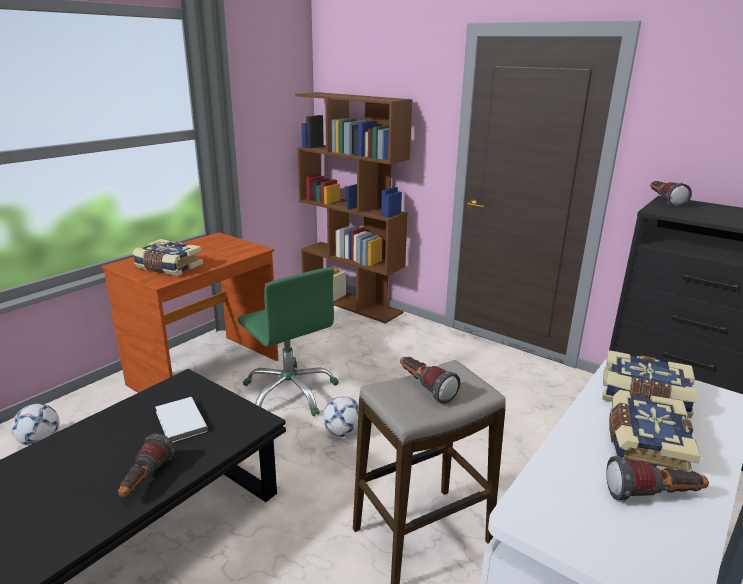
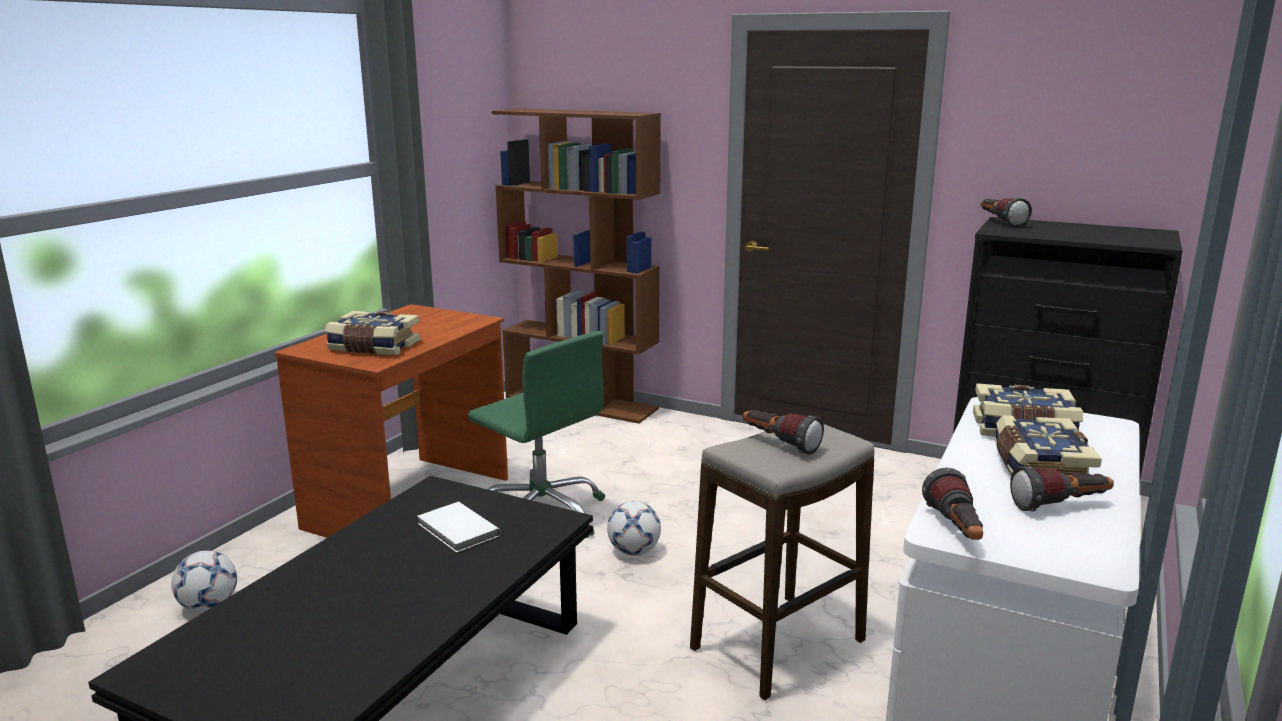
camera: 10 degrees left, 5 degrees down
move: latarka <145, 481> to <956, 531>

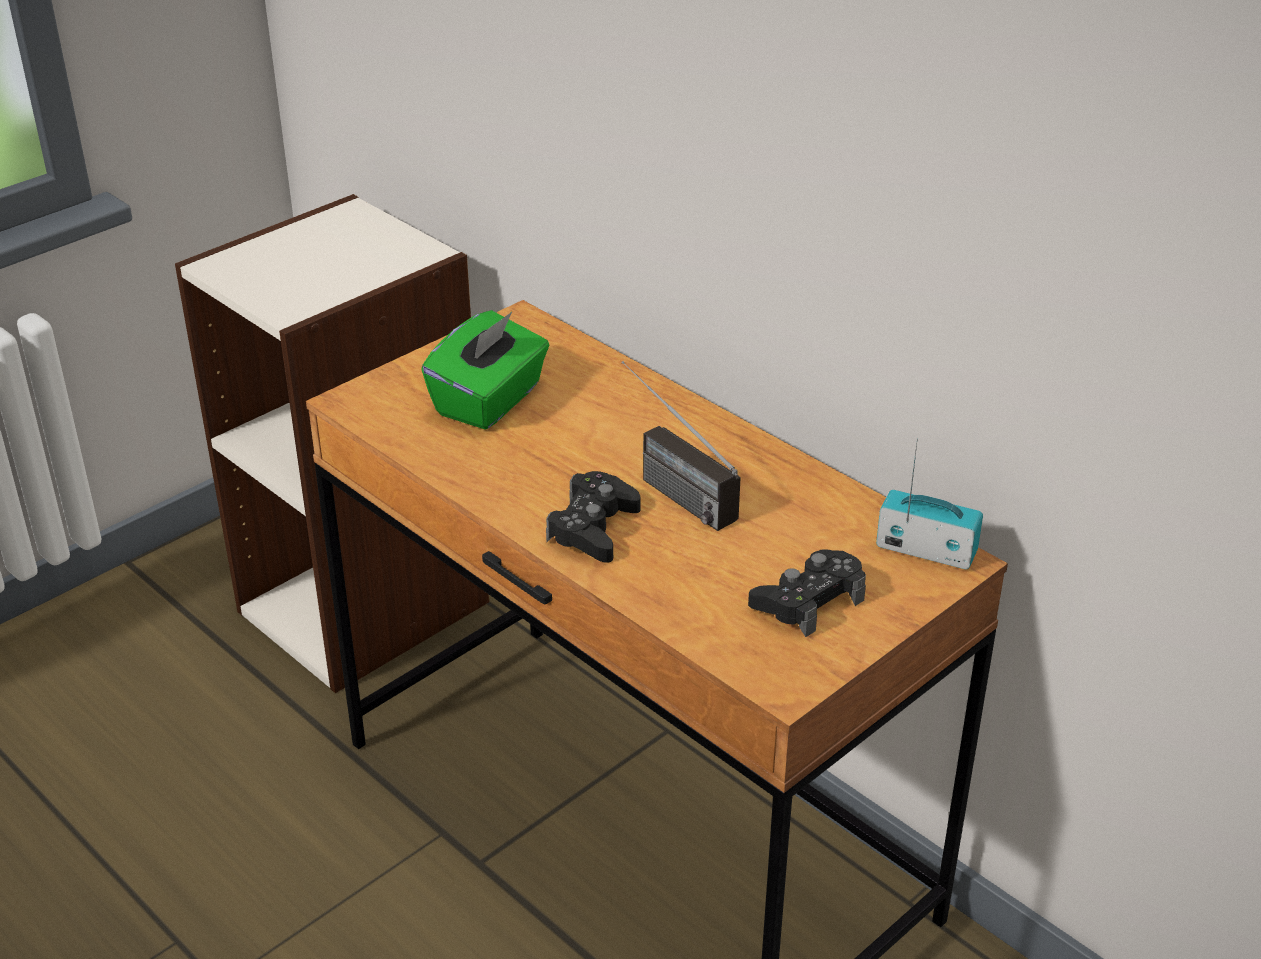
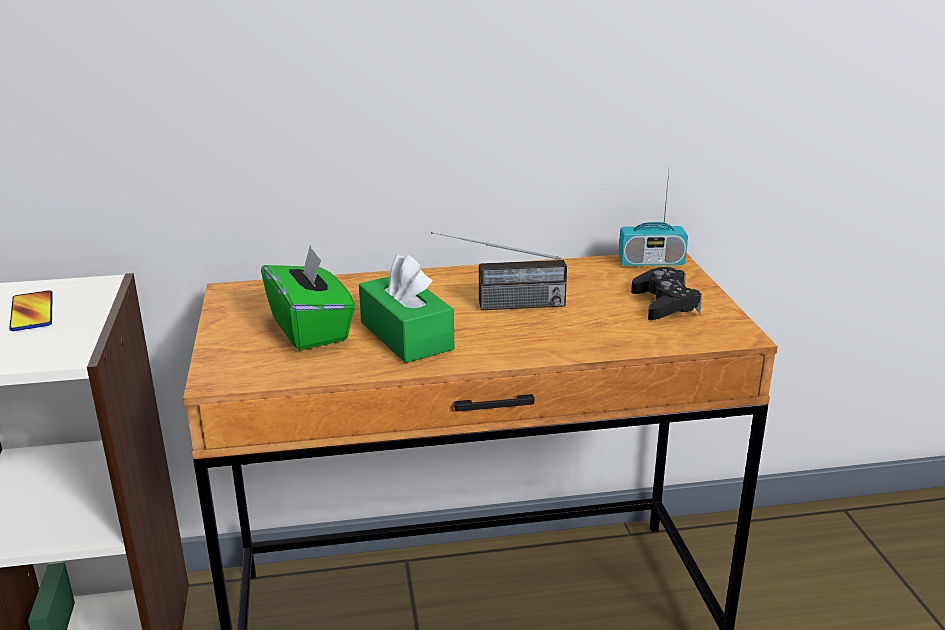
camera: 55 degrees left, 10 degrees down
delete: pad do gier [czarny] <593, 528>
insert: telefon <32, 312>; pudełko chusteczek [zielony] <406, 336>
rotate: radio <926, 550> = <651, 262> 150 degrees counterclockwise

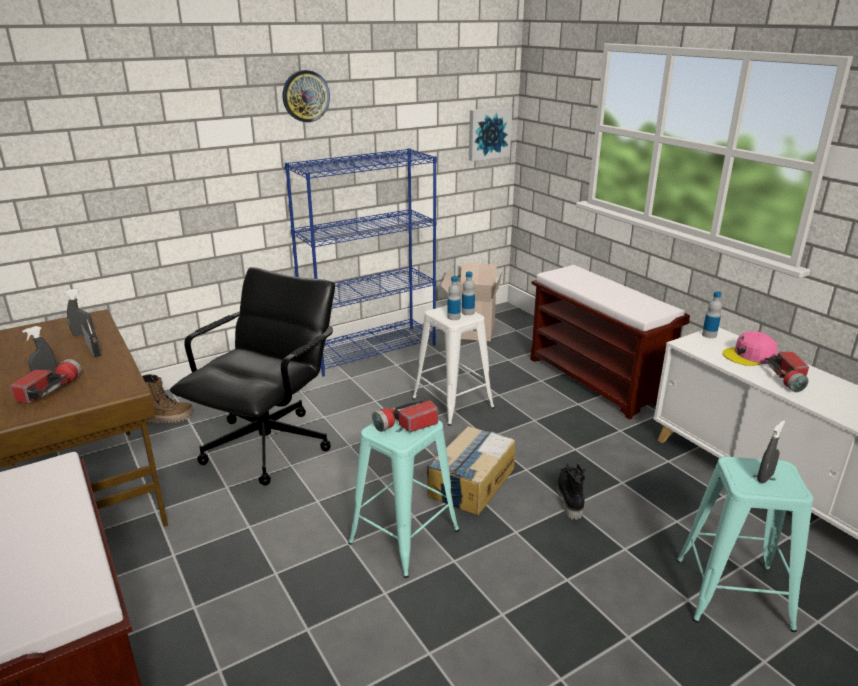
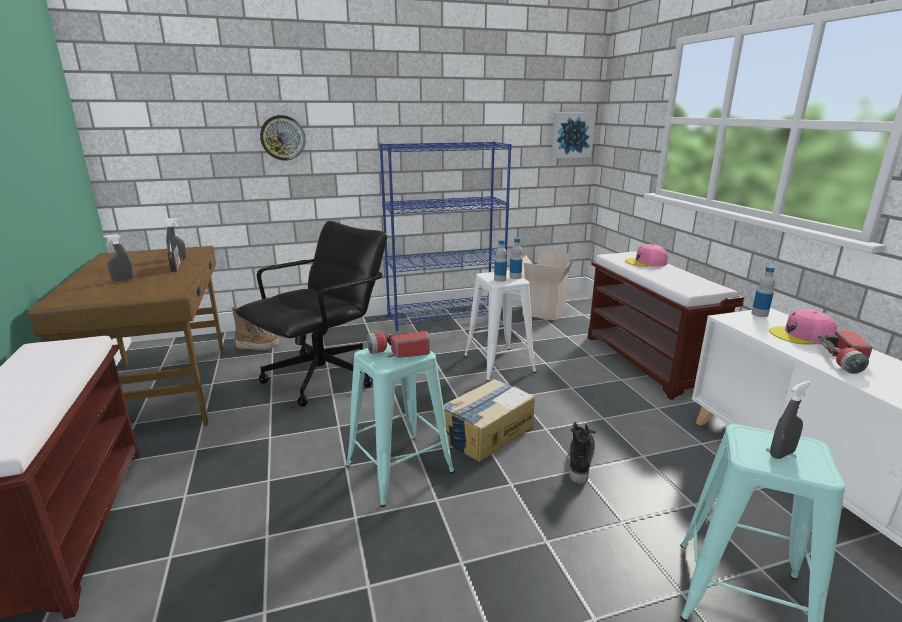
camera: 15 degrees right, 5 degrees down
delete: latarka <50, 390>
insert: czapka z daszkiem [różowy] <646, 262>
move: zegar ścienny <305, 96> to <283, 138>

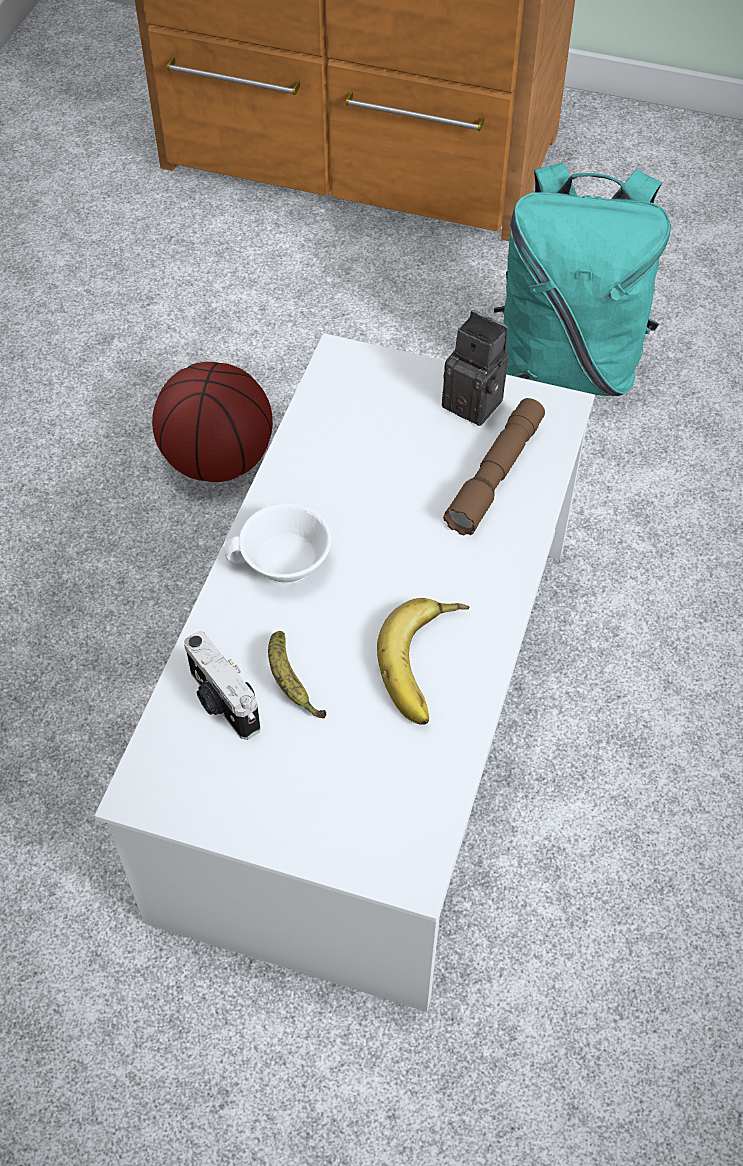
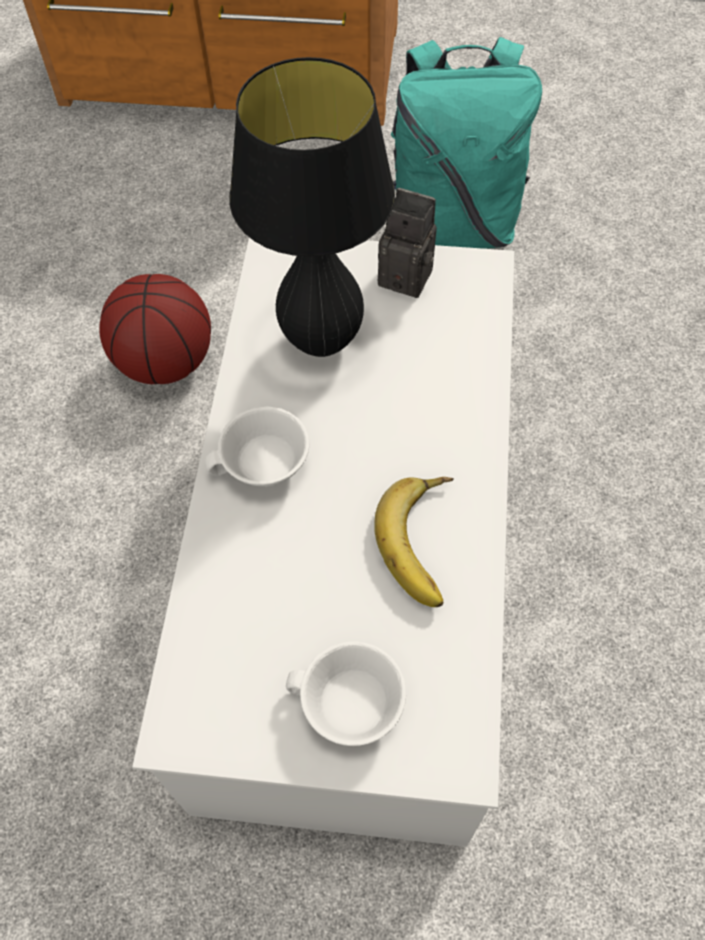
camera: 10 degrees left, 5 degrees up
delete: aparat fotograficzny <222, 702>; banan <291, 682>; latarka [brązowy] <495, 475>
insert: lampa stołowa [czarny] <321, 341>; filiżanka [biały] <349, 708>

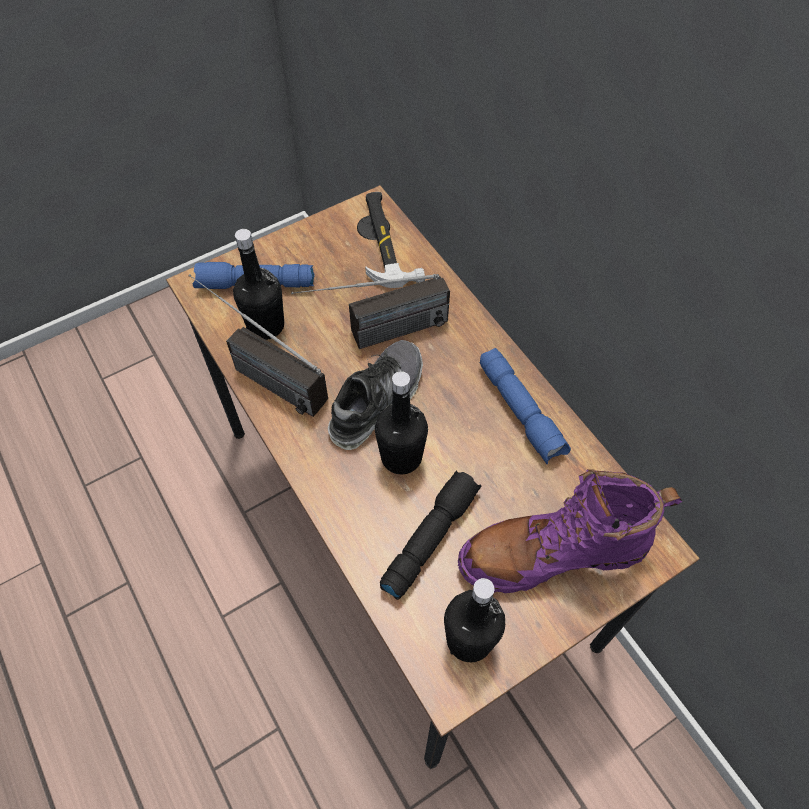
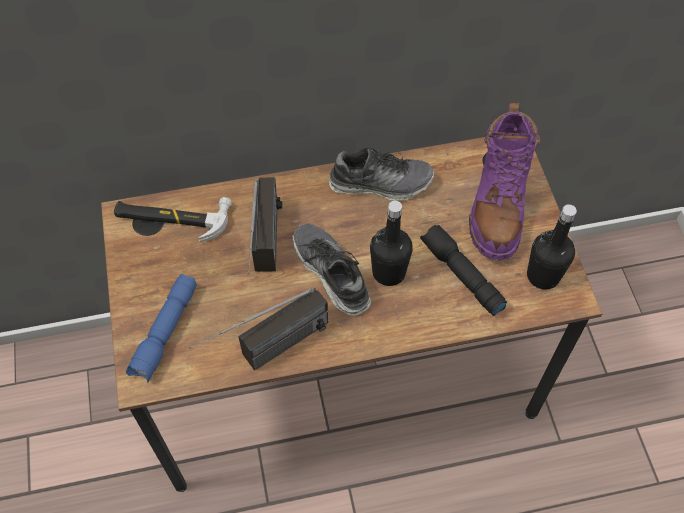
camera: 70 degrees left, 0 degrees up
delete: butelka [czarny] <266, 326>
replace: latarka [niebieski] <521, 411> to but <380, 183>

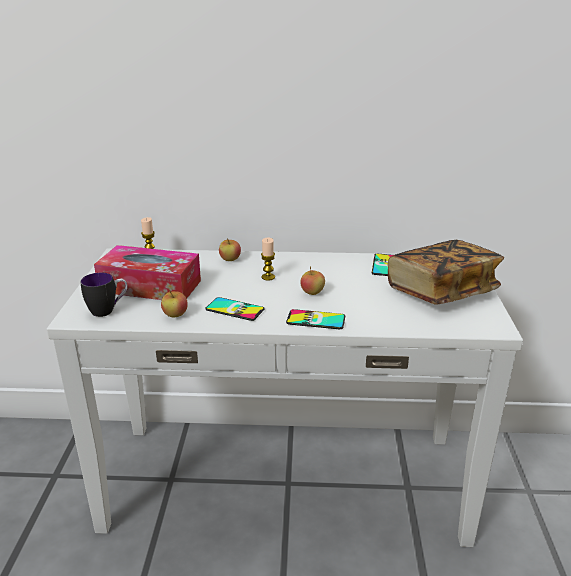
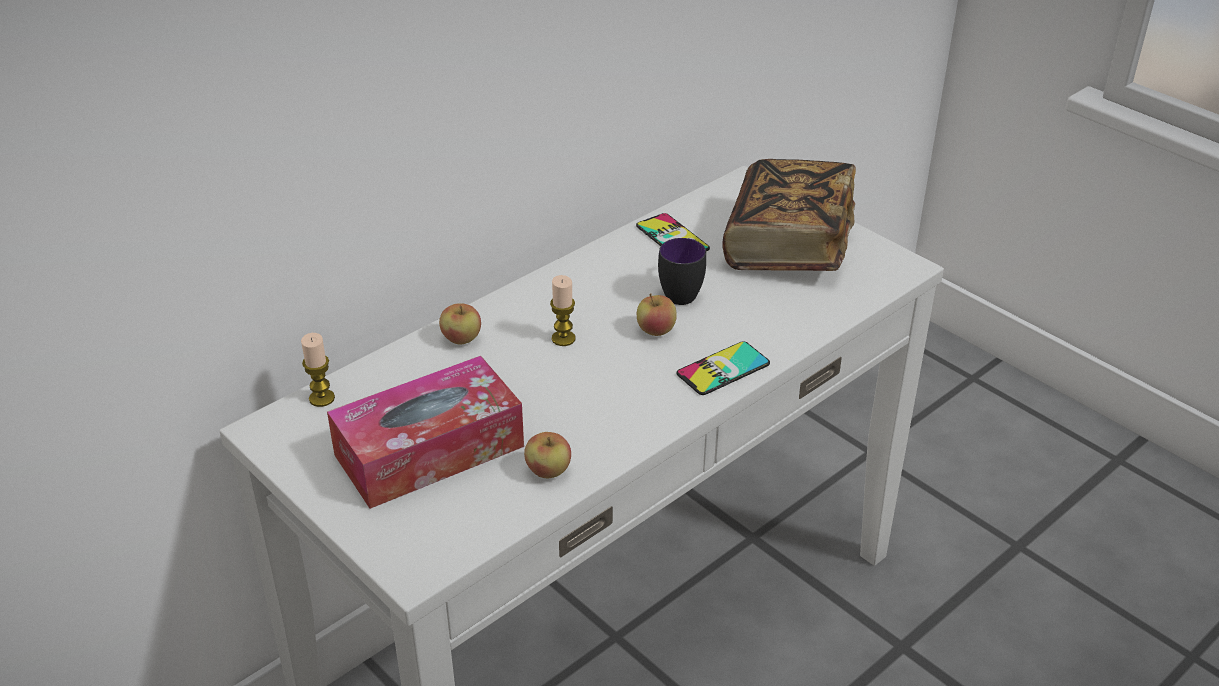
camera: 45 degrees left, 10 degrees up
delete: telefon <235, 309>
move: kubek <108, 310> to <683, 291>

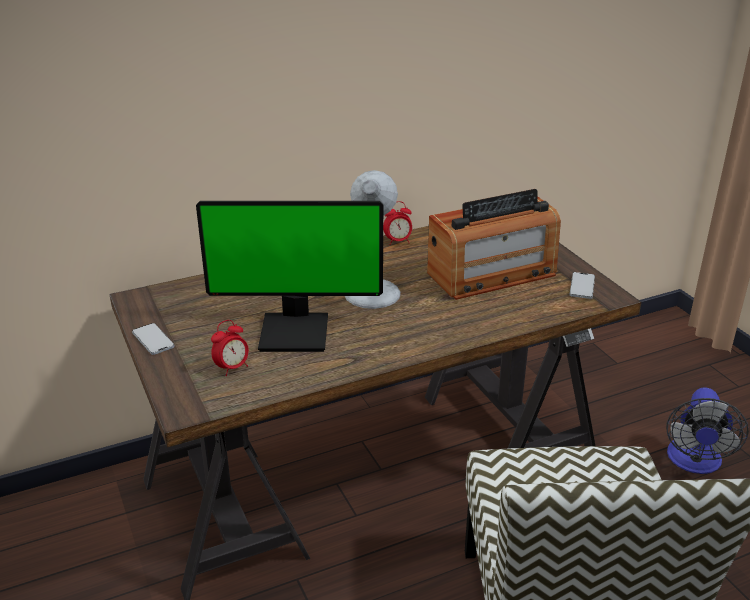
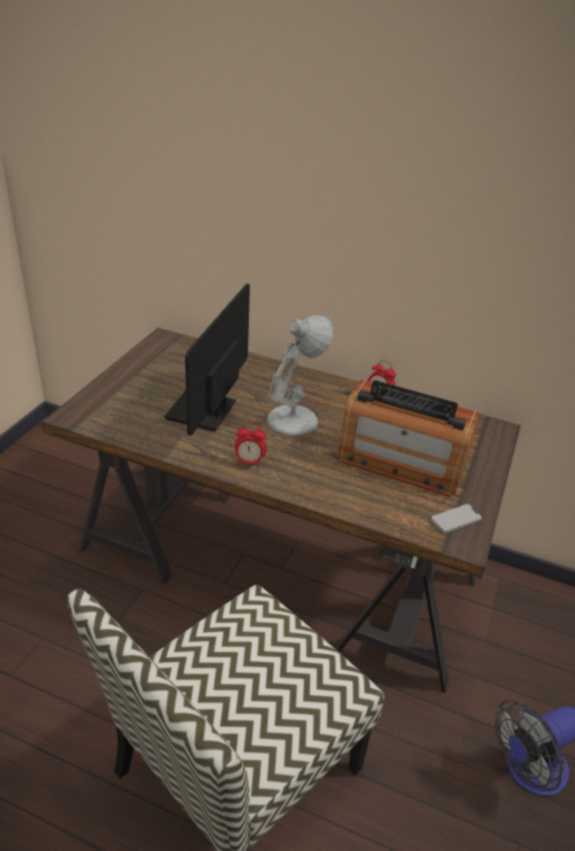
camera: 45 degrees right, 5 degrees up
delete: telefon <153, 340>
move: budzik <232, 368> to <249, 462>
rotate: monitor <295, 331> = <204, 412> 60 degrees clockwise

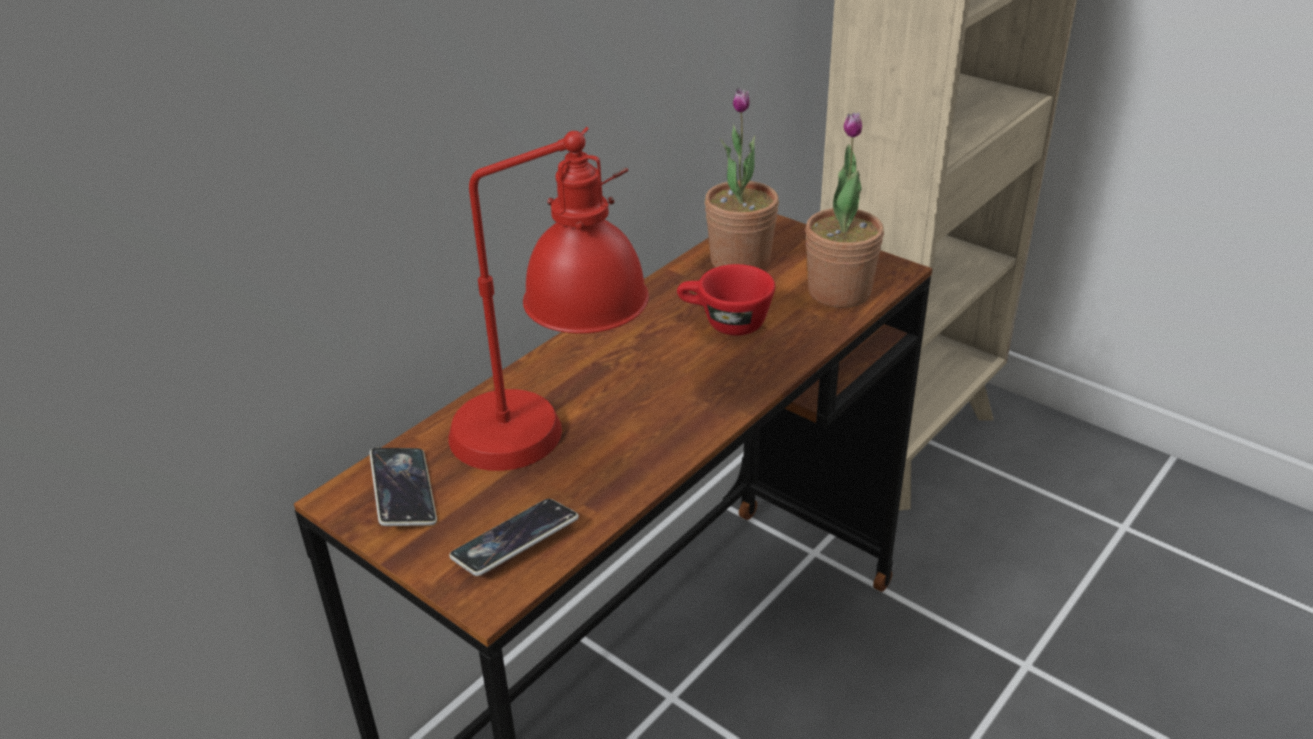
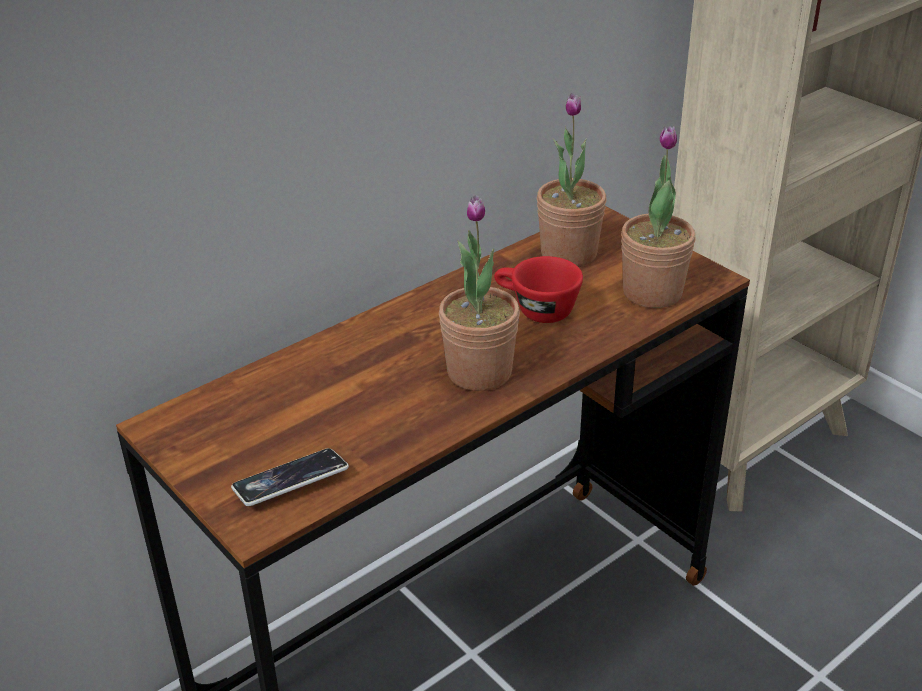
camera: 10 degrees right, 0 degrees up
delete: telefon <403, 492>; lampa stołowa [czerwony] <552, 442>
insert: roślina doniczkowa <479, 372>

